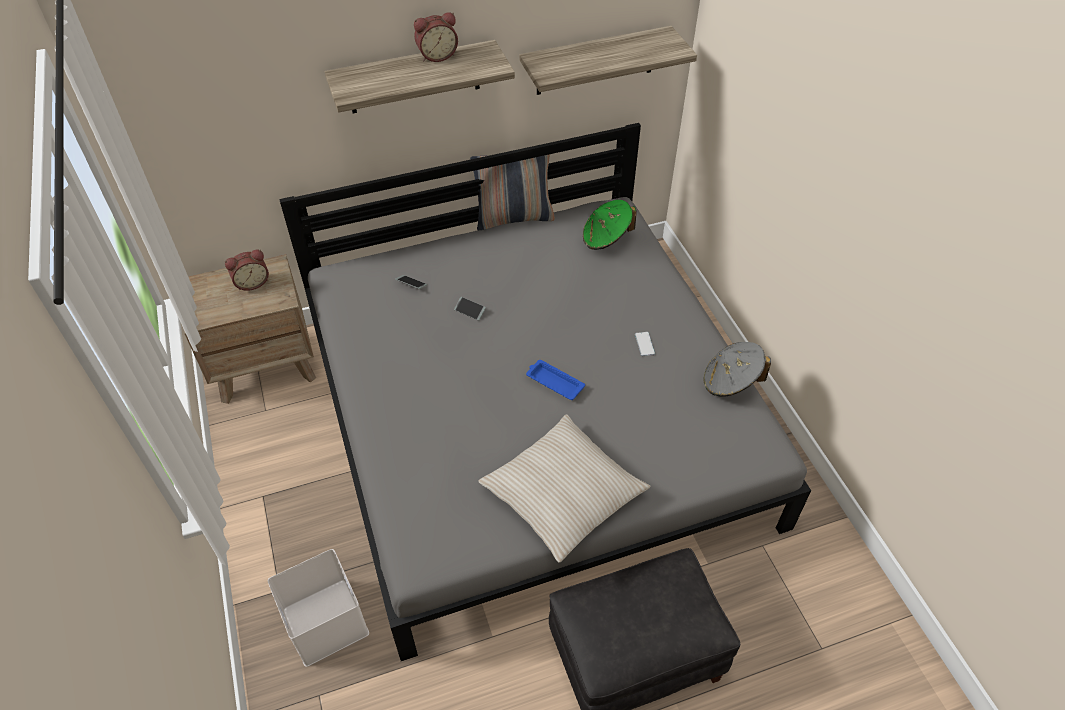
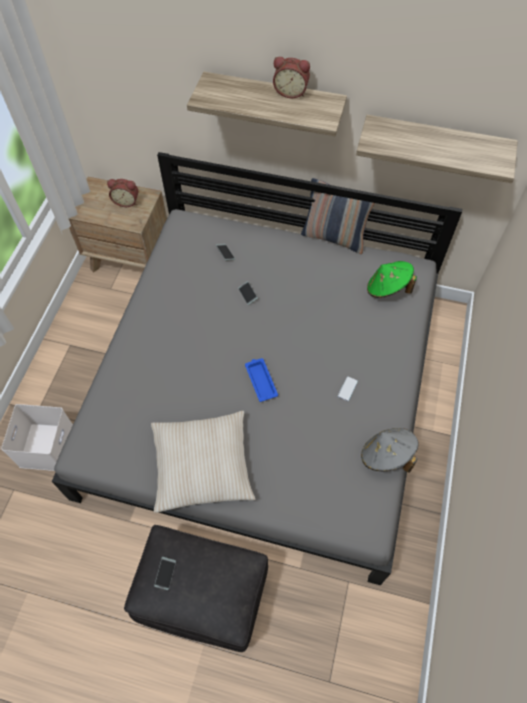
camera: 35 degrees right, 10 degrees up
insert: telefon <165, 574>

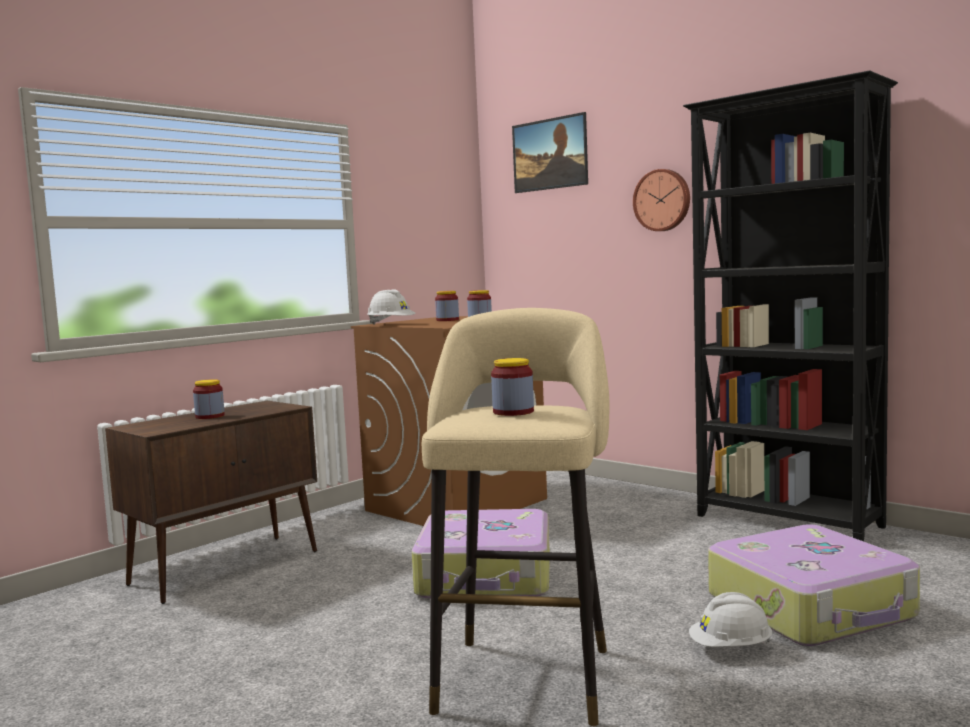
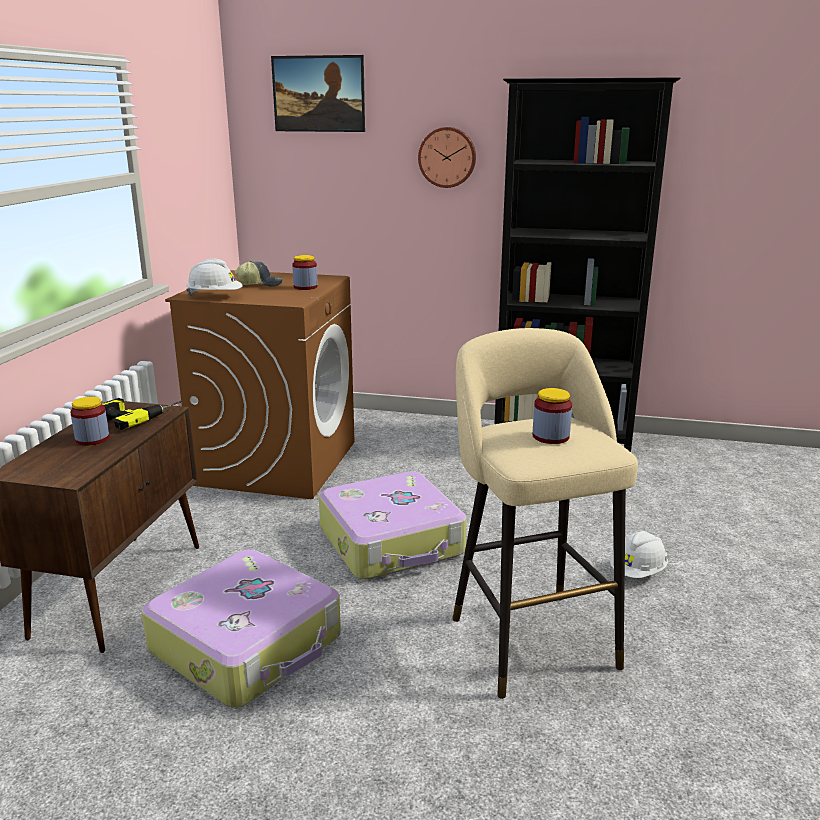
camera: 30 degrees left, 15 degrees up
insert: wiertarka <139, 415>
move: walizka <812, 607> to <248, 644>
replace: słoik <447, 320> to czapka z daszkiem <261, 284>

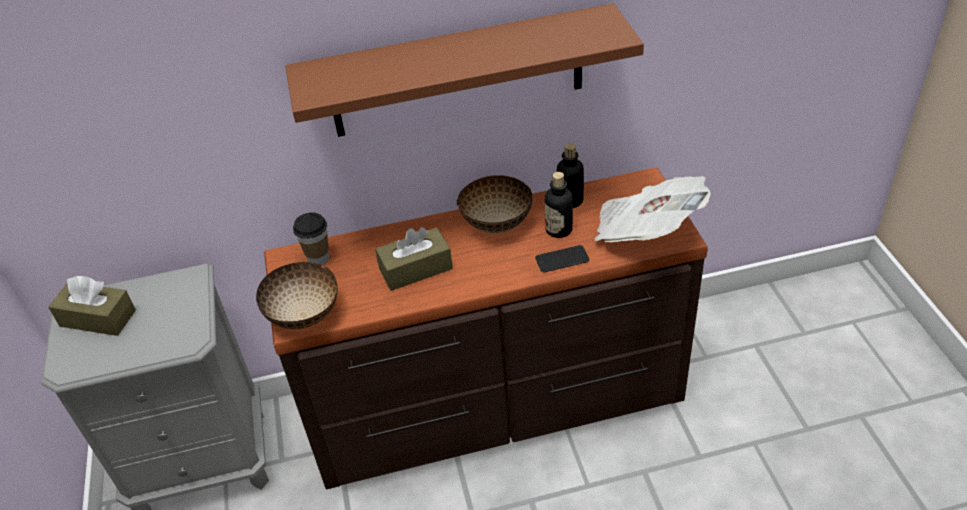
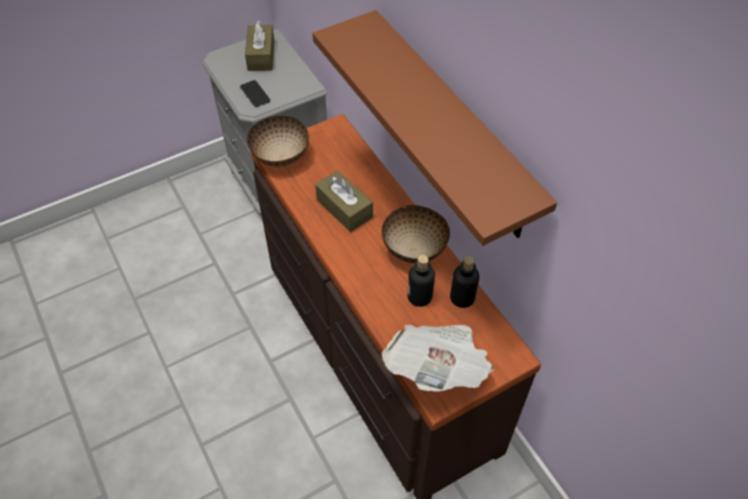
camera: 70 degrees right, 10 degrees up
delete: filiżanka <318, 259>
move: telefon <562, 259> to <255, 94>

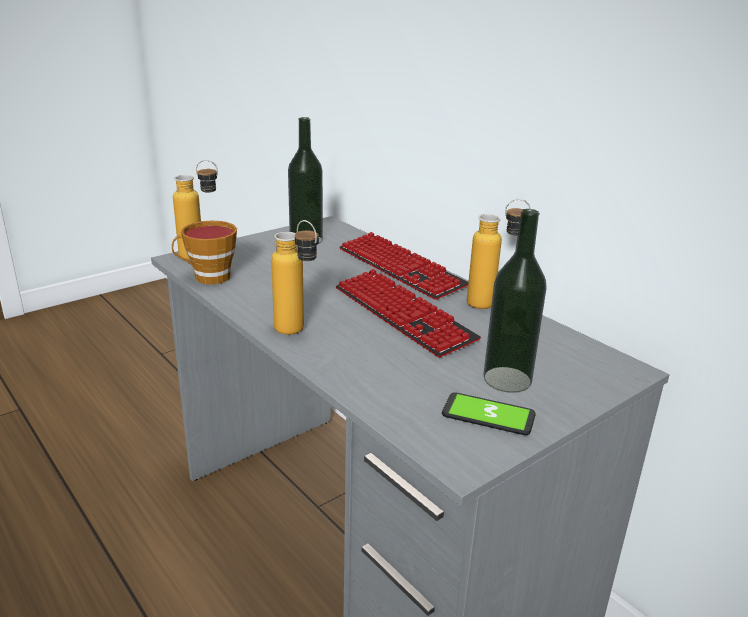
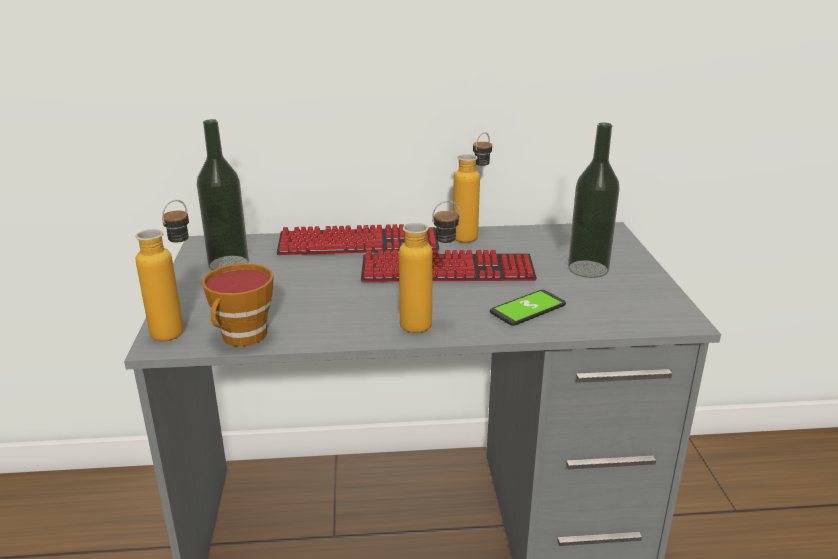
camera: 55 degrees left, 0 degrees up
move: telefon <488, 415> to <528, 309>

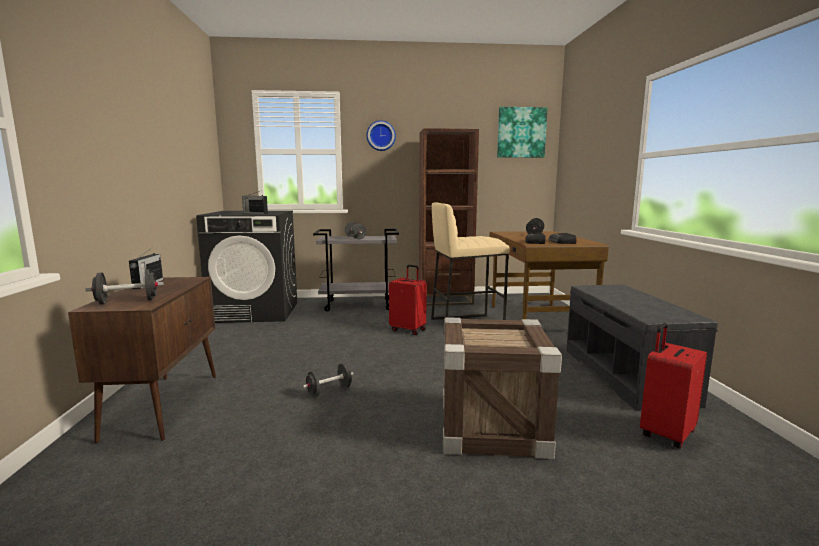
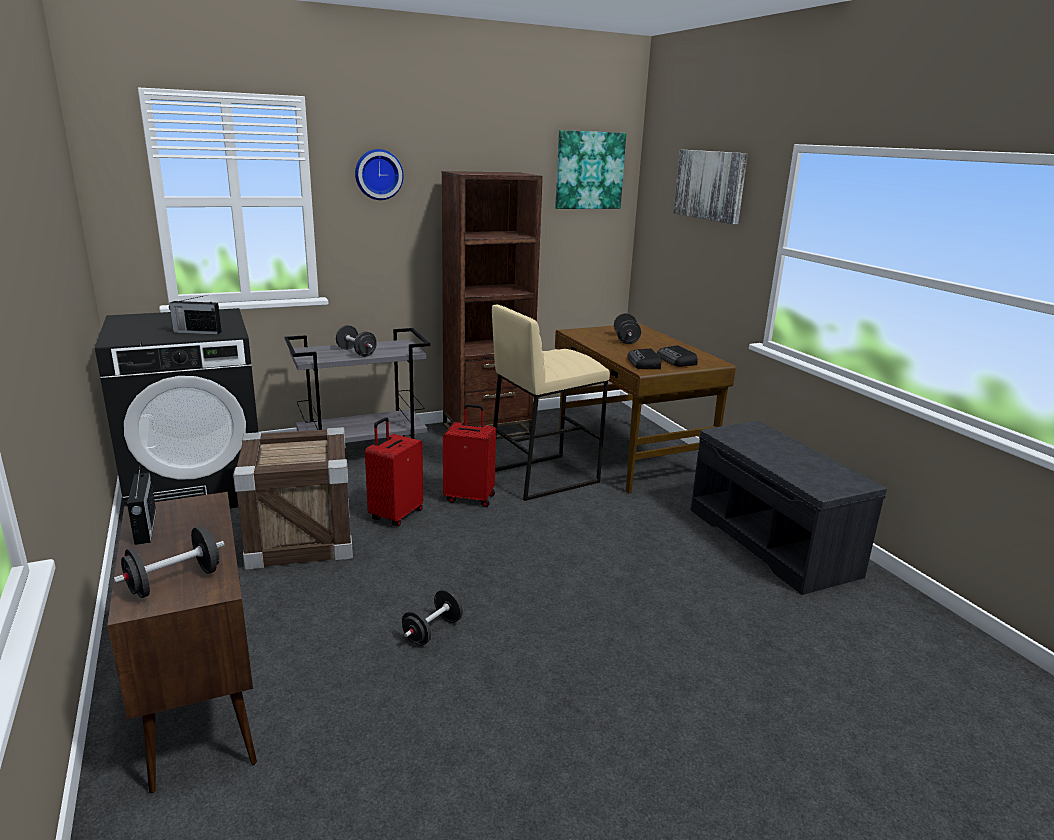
camera: 20 degrees left, 10 degrees up
insert: obraz <710, 185>
move: skrzynka <492, 427> to <300, 538>; walizka [czerwony] <665, 433> to <395, 515>

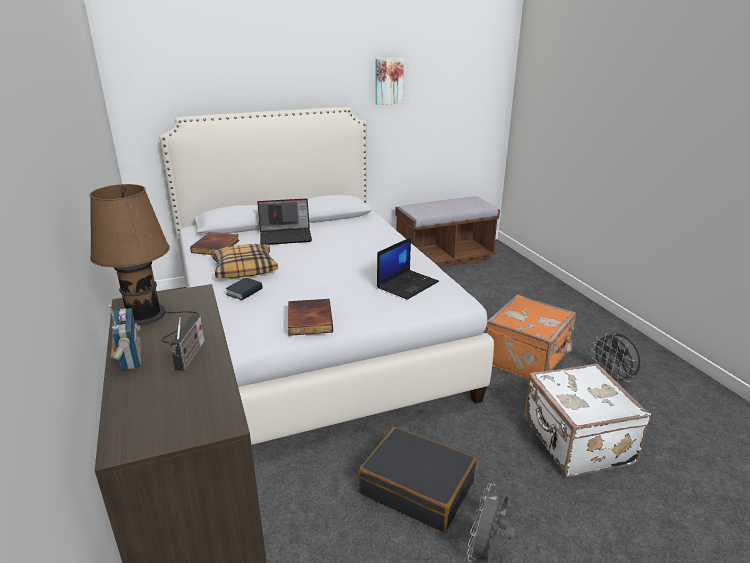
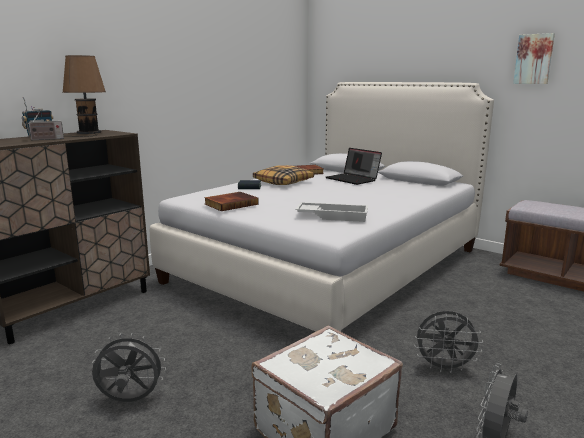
camera: 60 degrees right, 10 degrees down
delete: walizka [czarny] <417, 488>
replace: laptop <407, 284> to taca [biały] <333, 216>; walizka [pomarańczowy] <527, 359> to wentylator [szary] <444, 367>

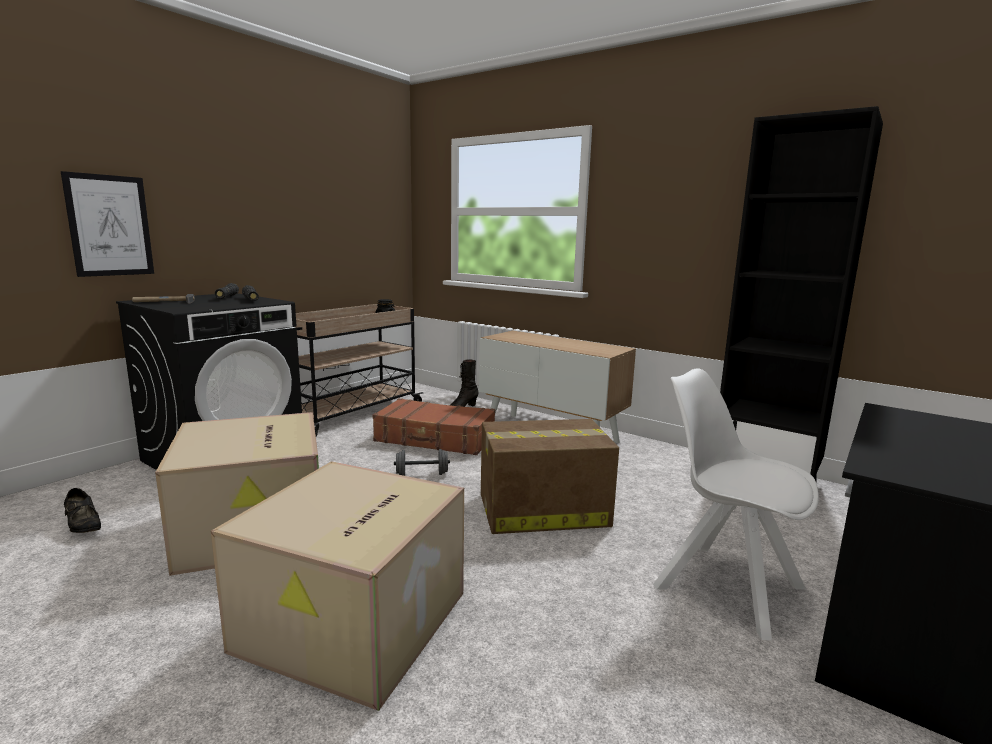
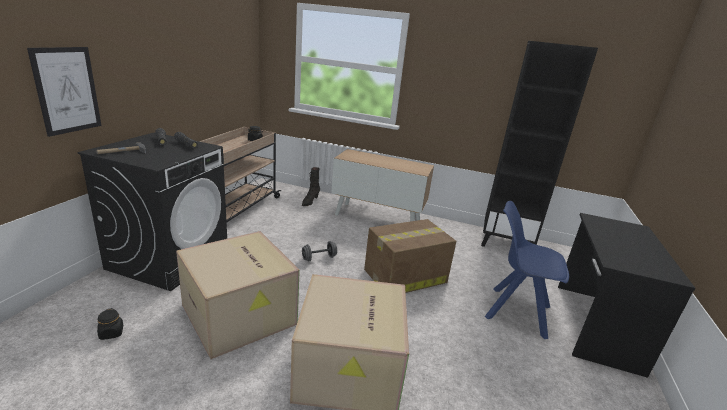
camera: 20 degrees left, 10 degrees up
delete: walizka [brązowy] <435, 439>
replace: but [czarny] <84, 527> to słoik [czarny] <111, 333>
recolor: krzesło [biały] <724, 585> to krzesło [niebieski] <515, 311>

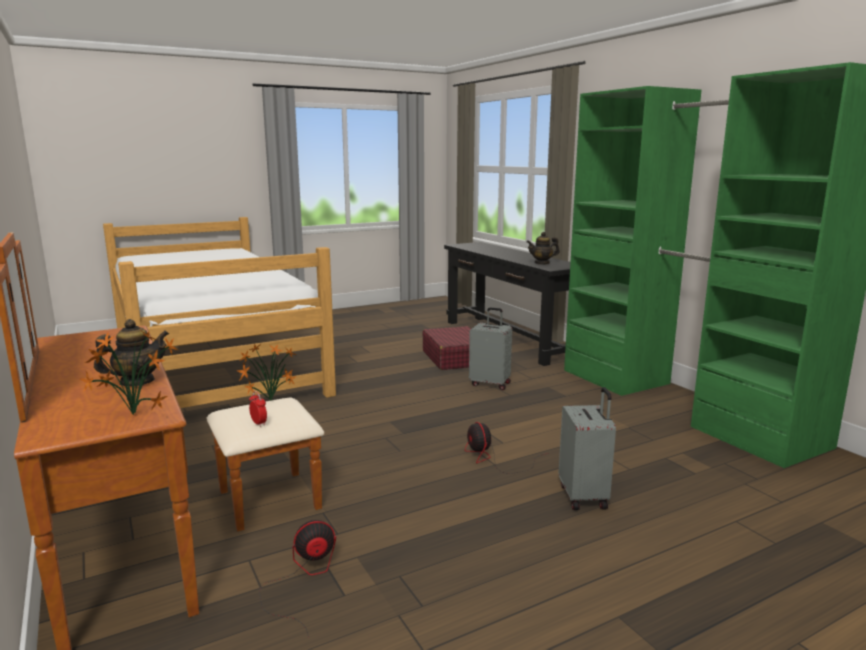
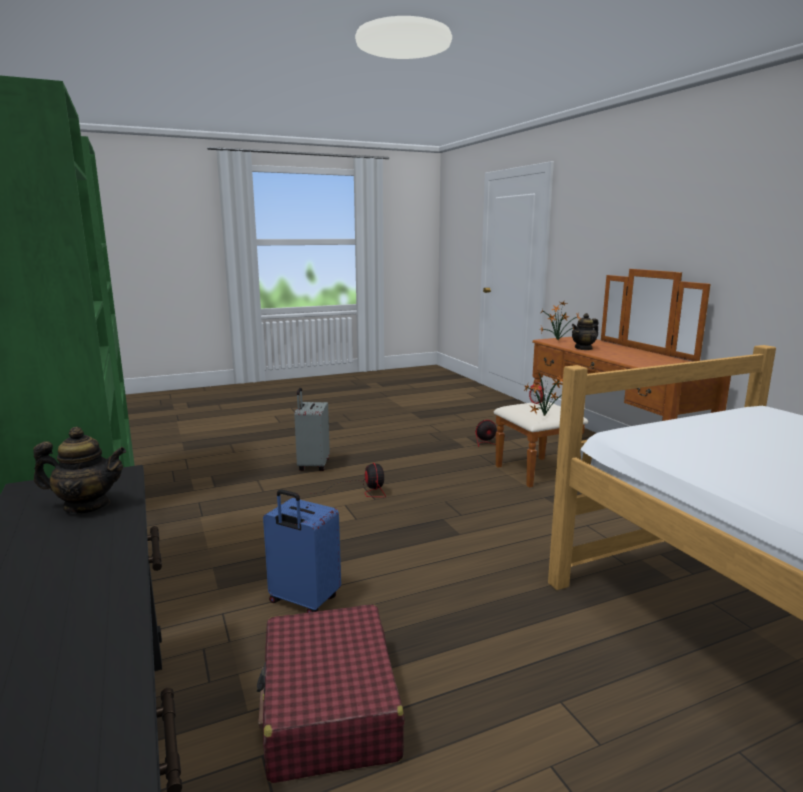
camera: 175 degrees left, 0 degrees up
recolor: walizka [szary] <490, 384> to walizka [niebieski] <303, 601>

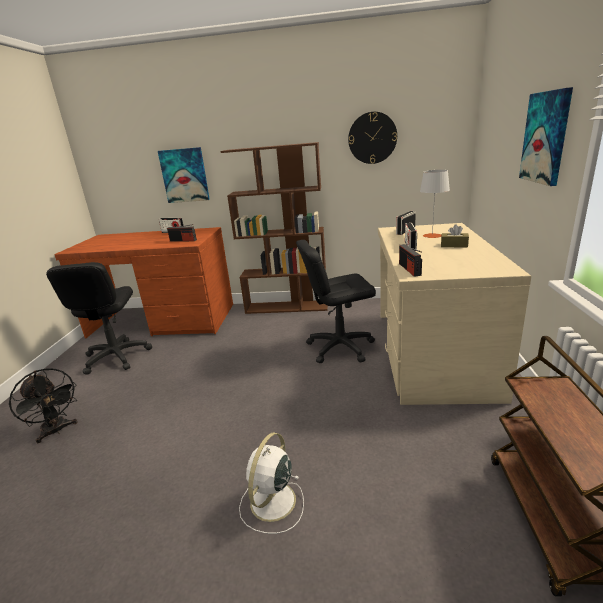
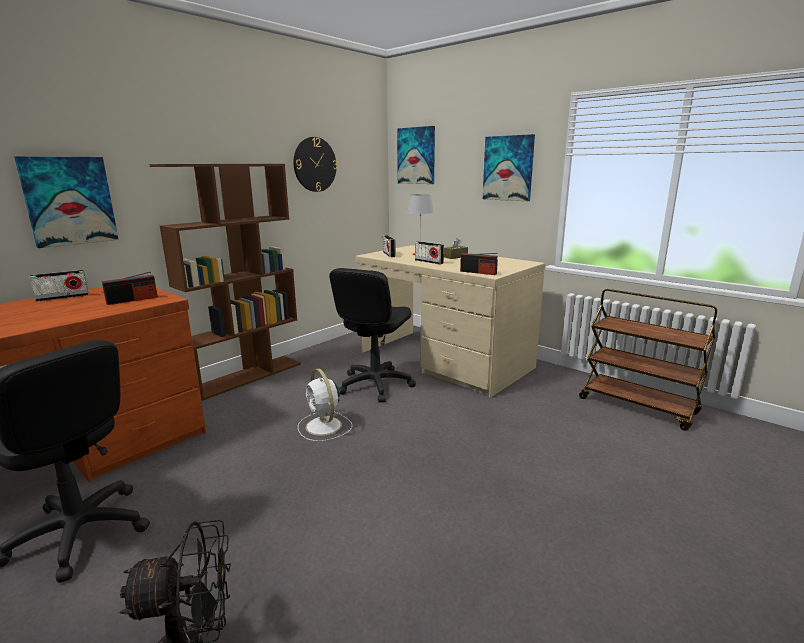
camera: 55 degrees left, 5 degrees down
insert: obraz <416, 156>
move: wentylator [biały] <272, 503> to <324, 427>

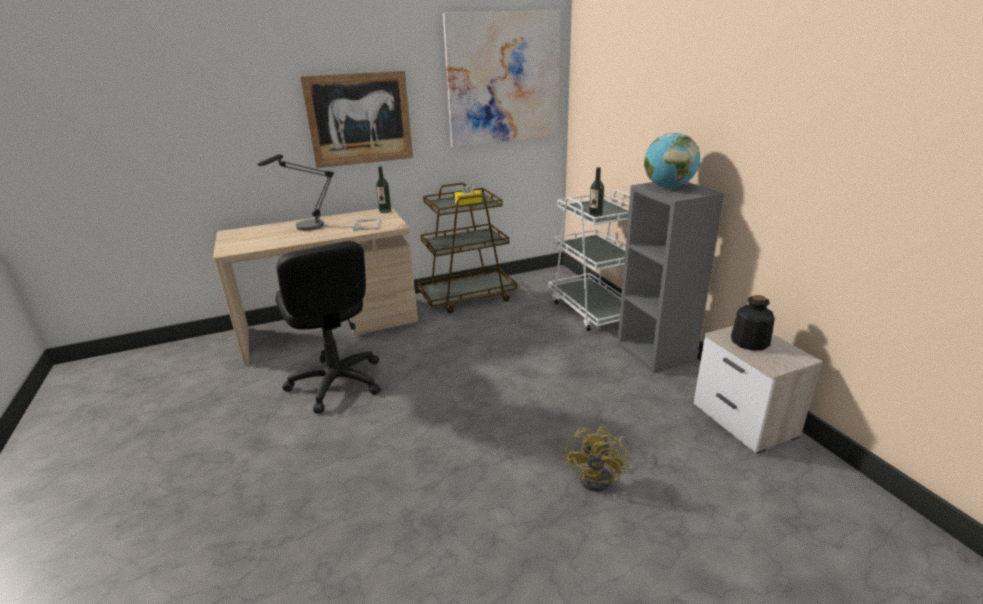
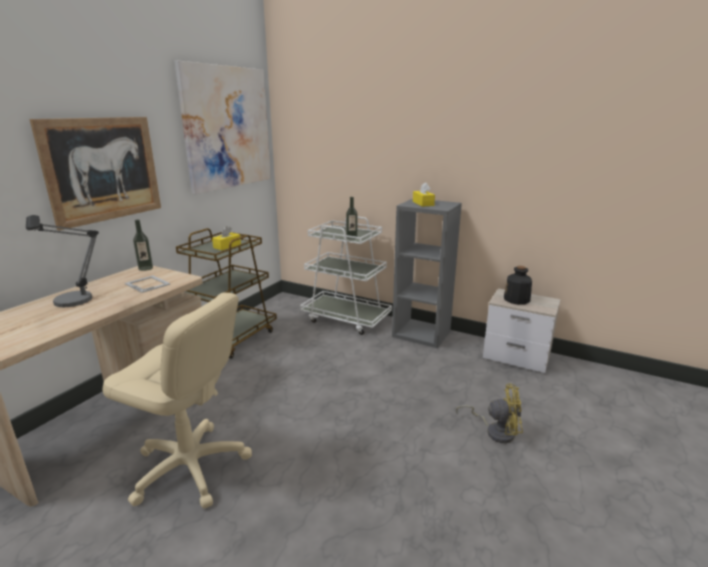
camera: 40 degrees left, 5 degrees down
replace: globus <668, 187> to pudełko chusteczek [żółty] <423, 203>
recolor: krzesło biurowe [czarny] <336, 383> to krzesło biurowe [beżowy] <190, 467>
rotate: wentylator [żółty] <601, 477> = <495, 431> 60 degrees counterclockwise

